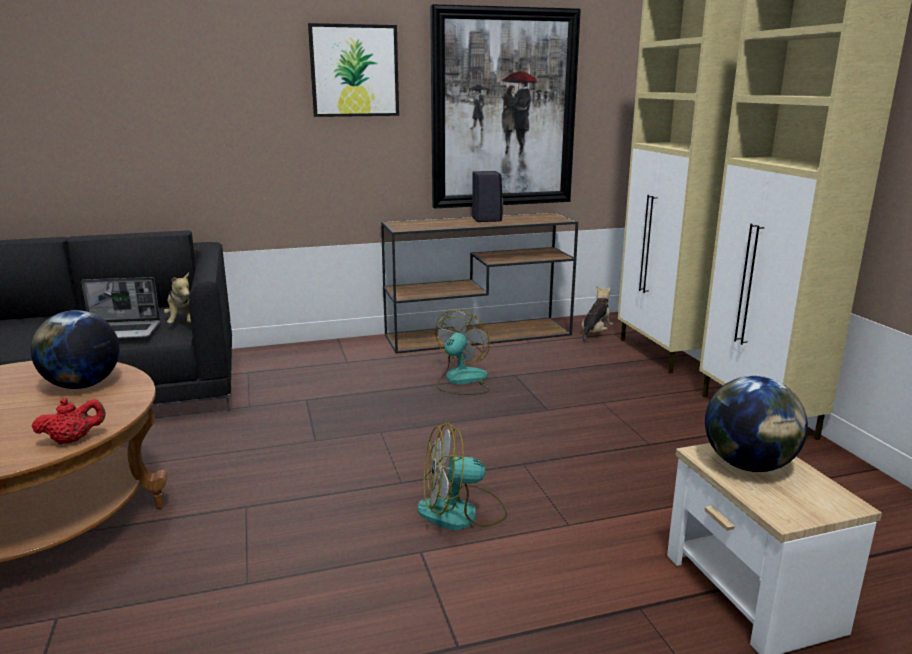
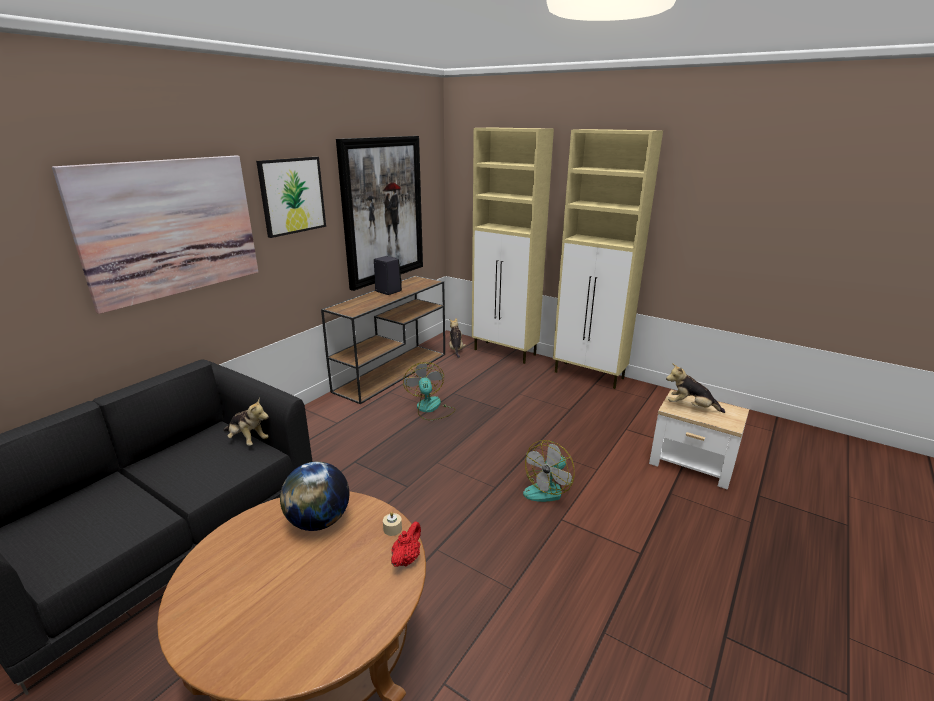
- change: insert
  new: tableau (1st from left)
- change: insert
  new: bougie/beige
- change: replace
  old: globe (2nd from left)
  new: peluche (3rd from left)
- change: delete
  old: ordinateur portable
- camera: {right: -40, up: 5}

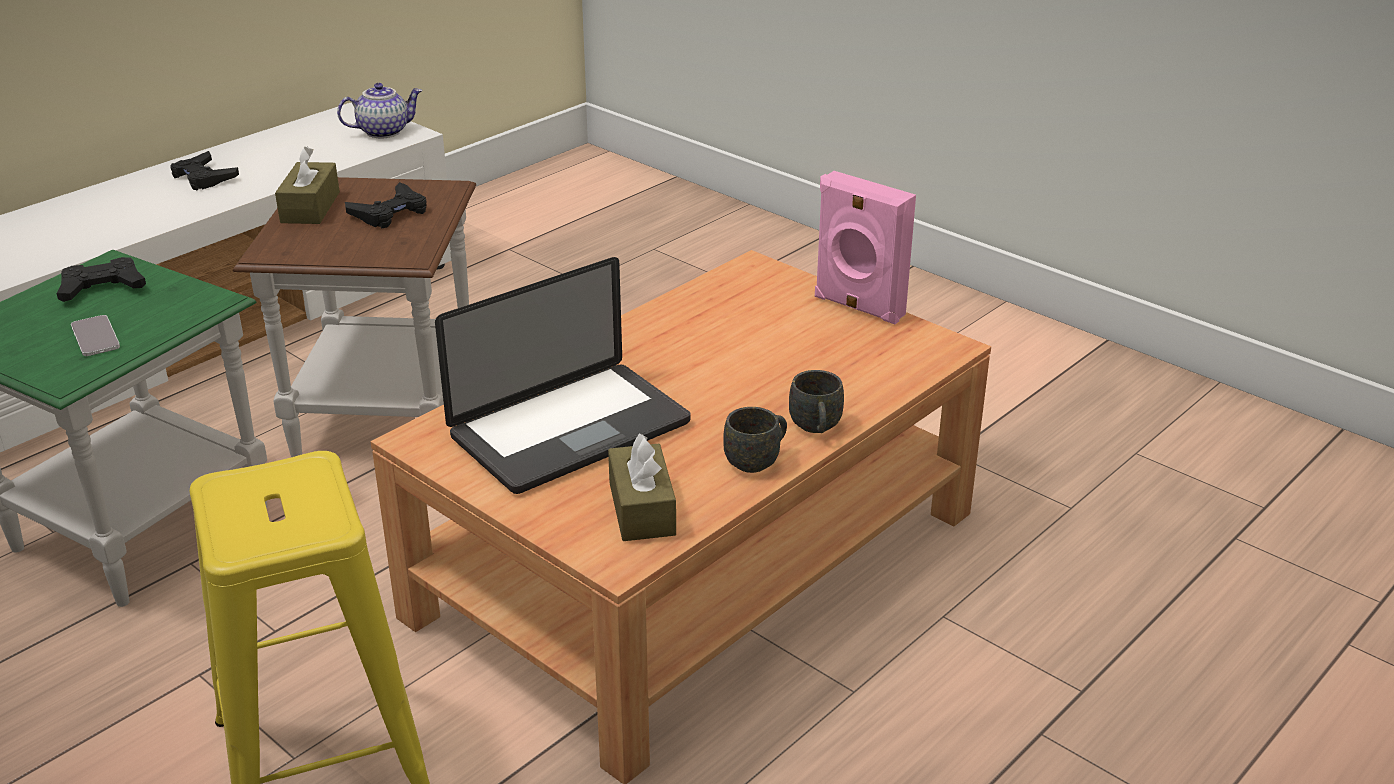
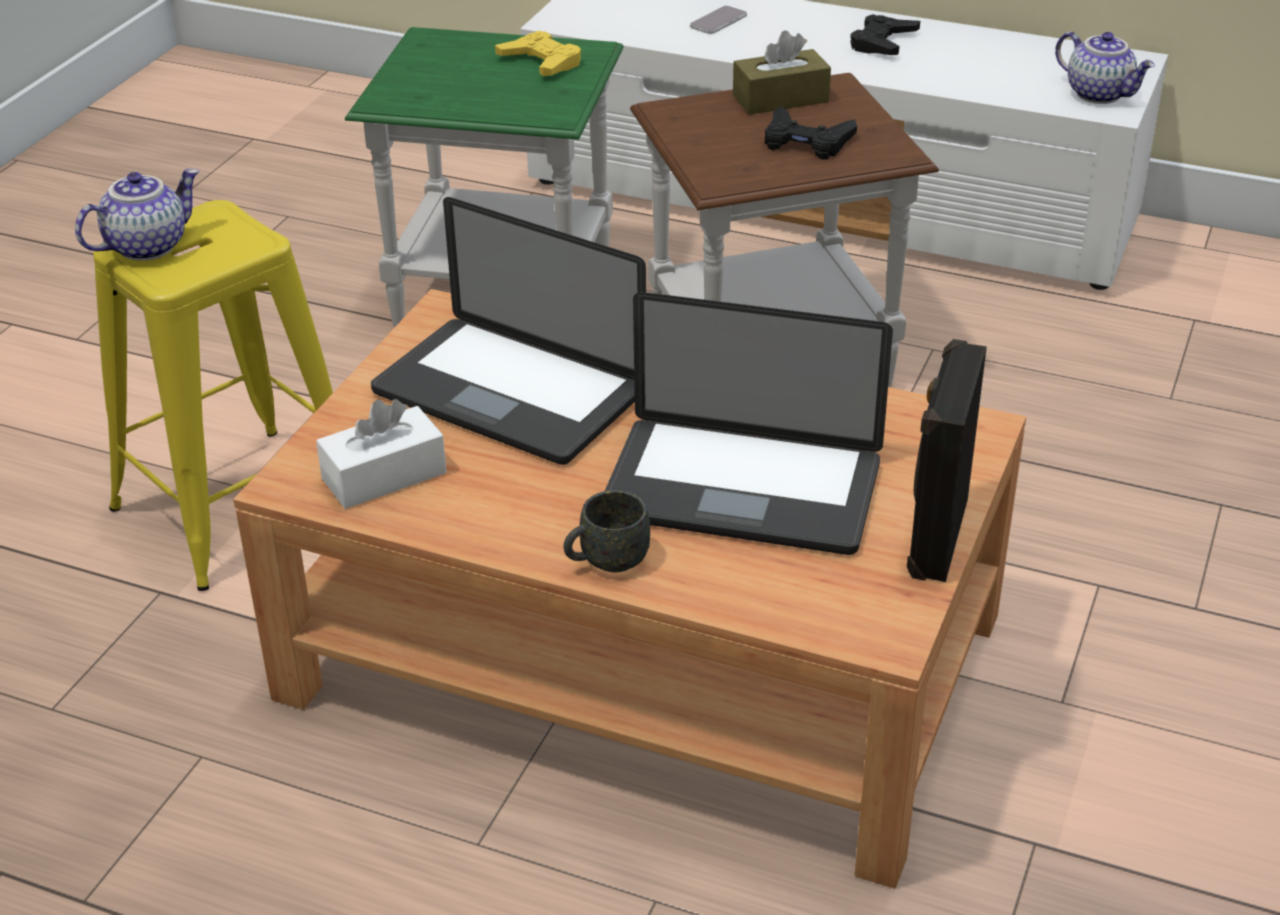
- change: insert
  new: théière (1st from left)
- change: recolor
  old: boîte à mouchoirs/marron (2nd from left)
  new: boîte à mouchoirs/blanc
- change: recolor
  old: manette/noir (1st from left)
  new: manette/jaune
- change: insert
  new: ordinateur portable (2nd from left)
- change: move
  old: téléphone
- change: recolor
  old: enceinte/rose
  new: enceinte/noir
- change: delete
  old: mug/gris (1st from left)
- camera: {right: 70, up: 5}

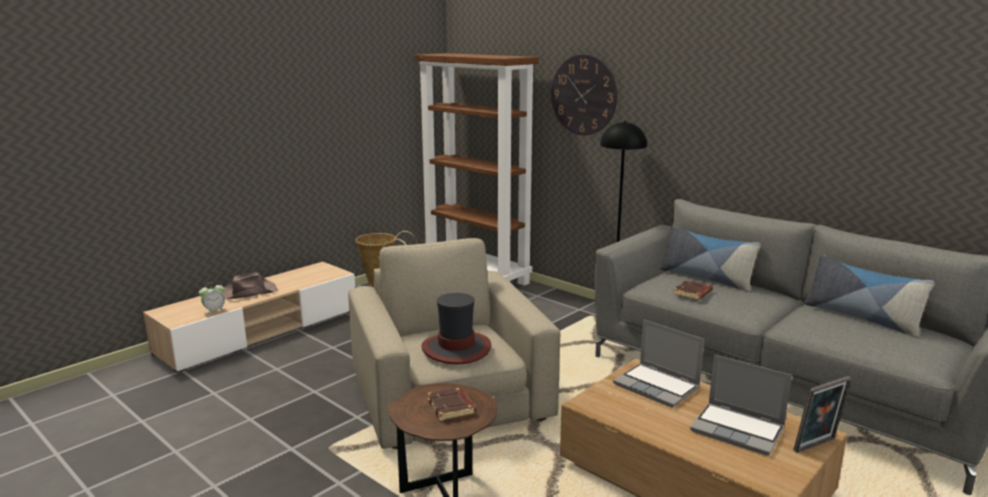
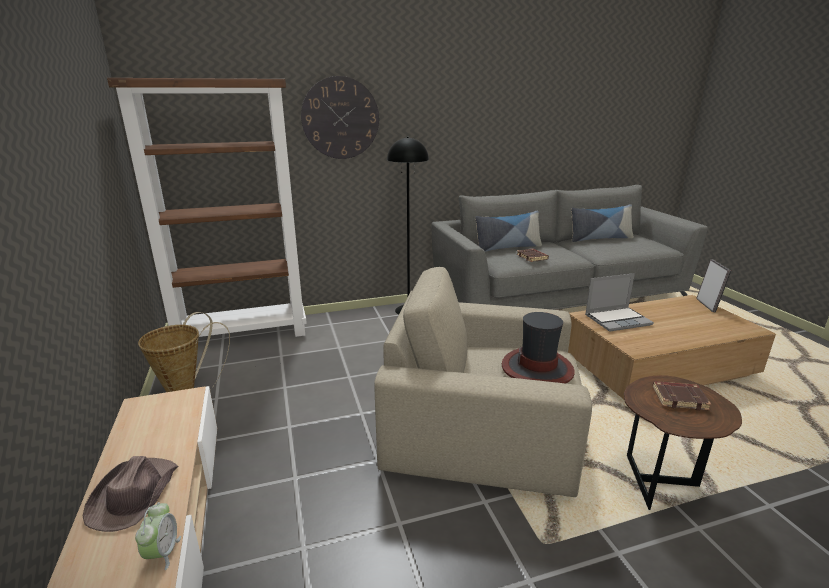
- change: delete
  old: ordinateur portable (2nd from left)
- camera: {right: -60, up: 5}

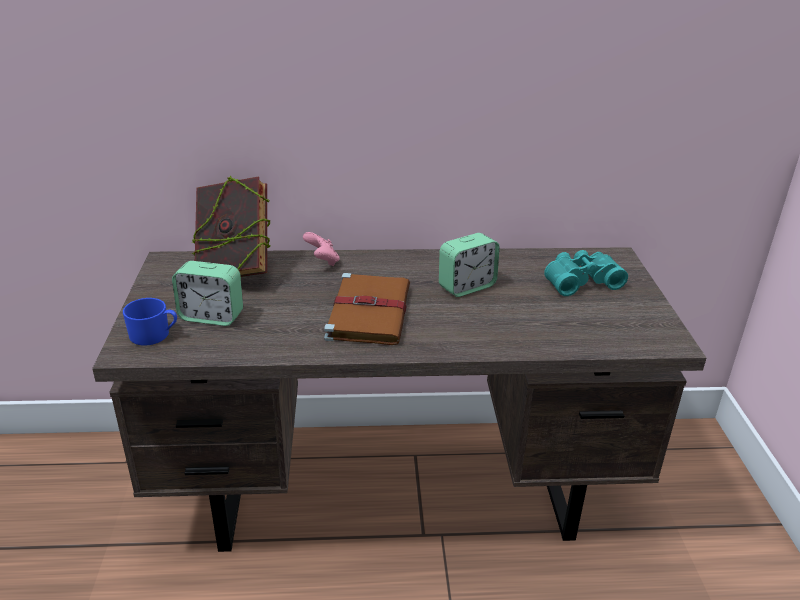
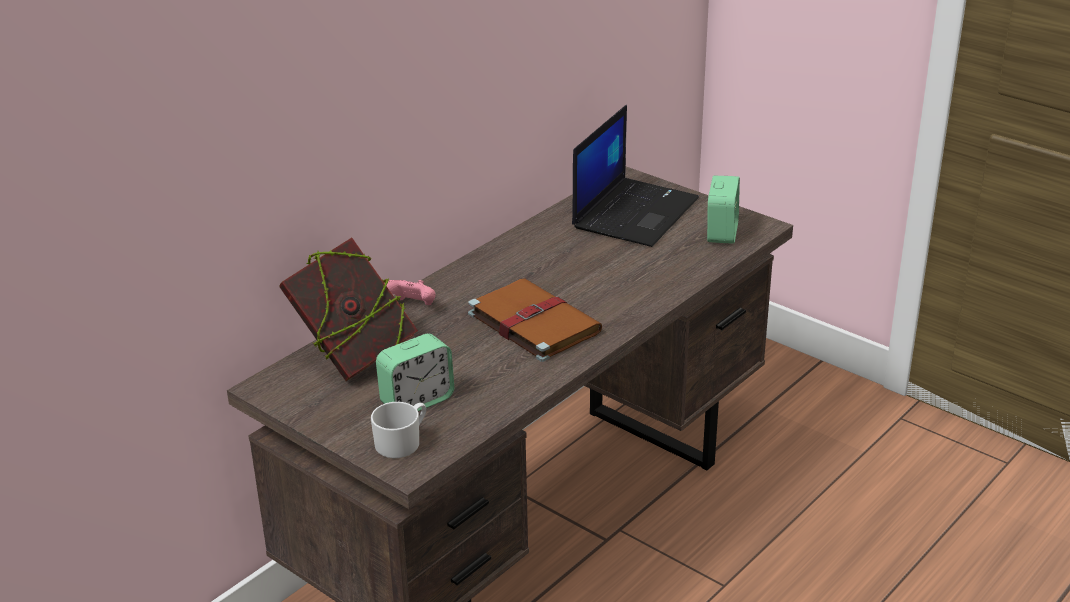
- change: recolor
  old: mug/bleu
  new: mug/blanc
- change: replace
  old: jumelles/turquoise
  new: ordinateur portable
- change: move
  old: réveil (2nd from left)
- camera: {right: -45, up: 0}

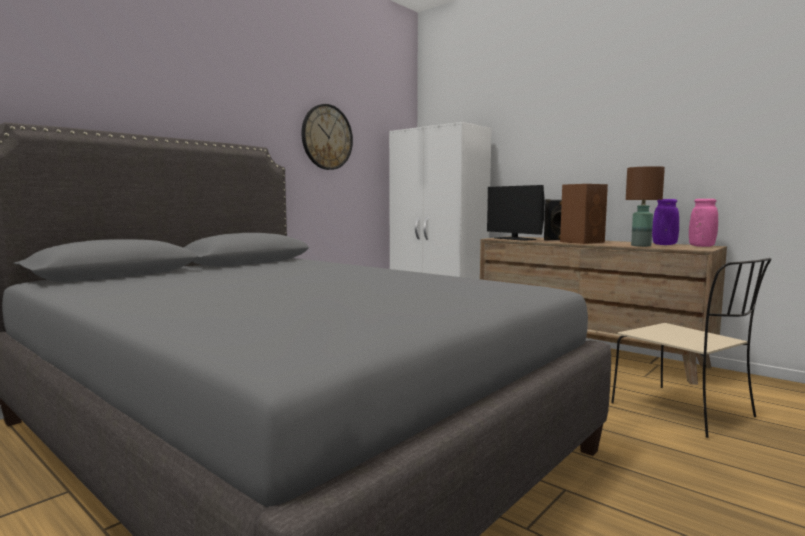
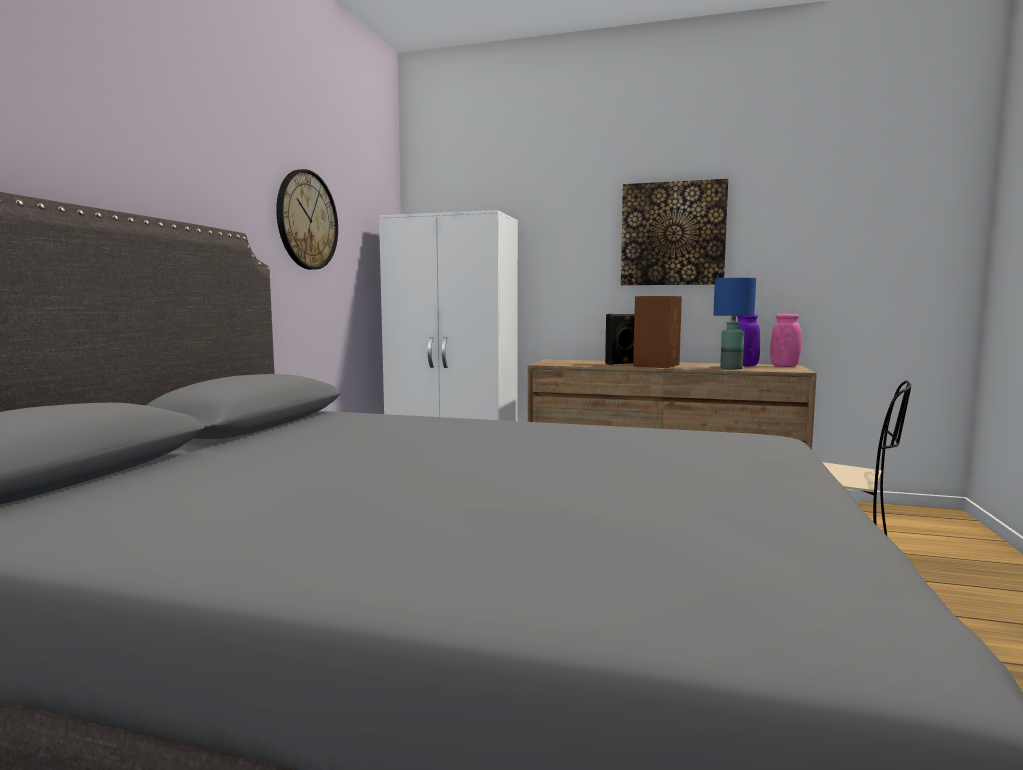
- change: insert
  new: tableau
- change: recolor
  old: lampe de table/marron
  new: lampe de table/bleu
- change: delete
  old: écran d'ordinateur
- camera: {right: -25, up: 0}

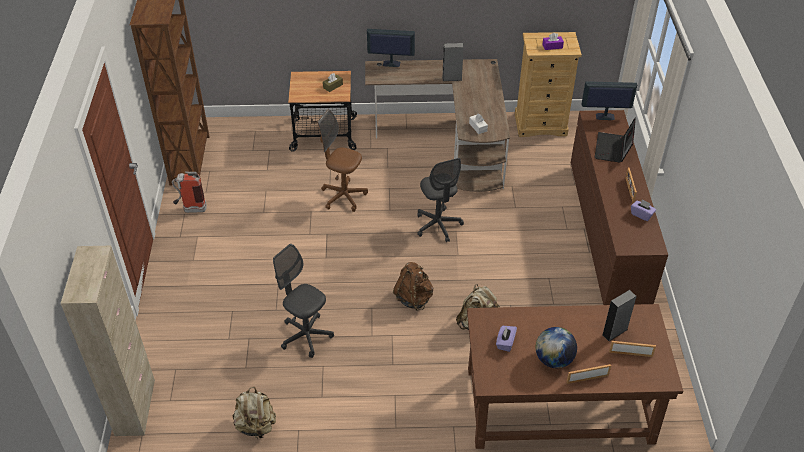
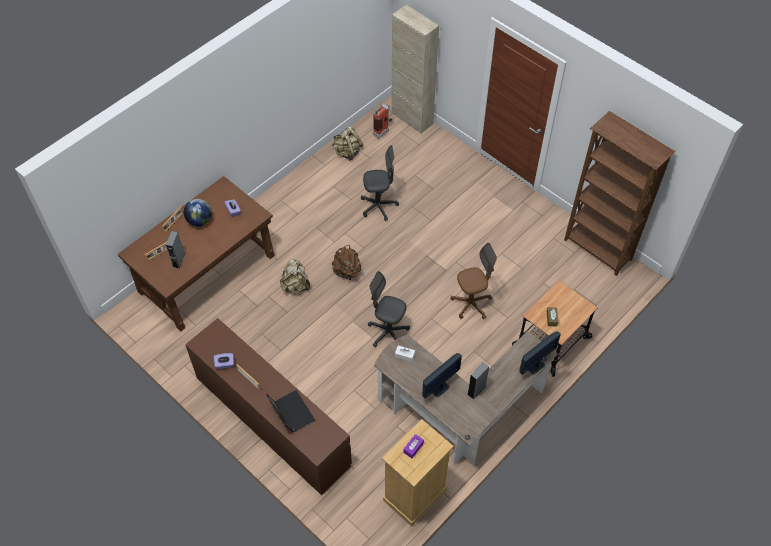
- change: move
  old: extincteur
- change: move
  old: écran d'ordinateur (2nd from left in the first image)
  new: écran d'ordinateur (1st from left)
- camera: {right: 135, up: 10}

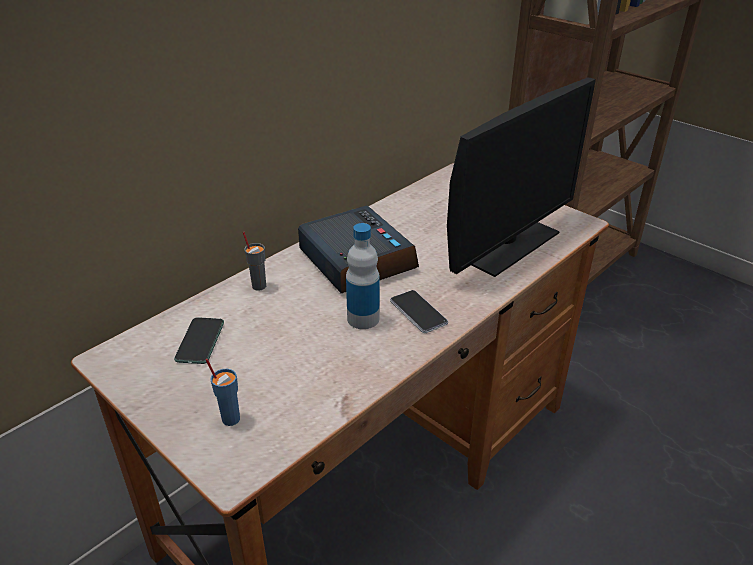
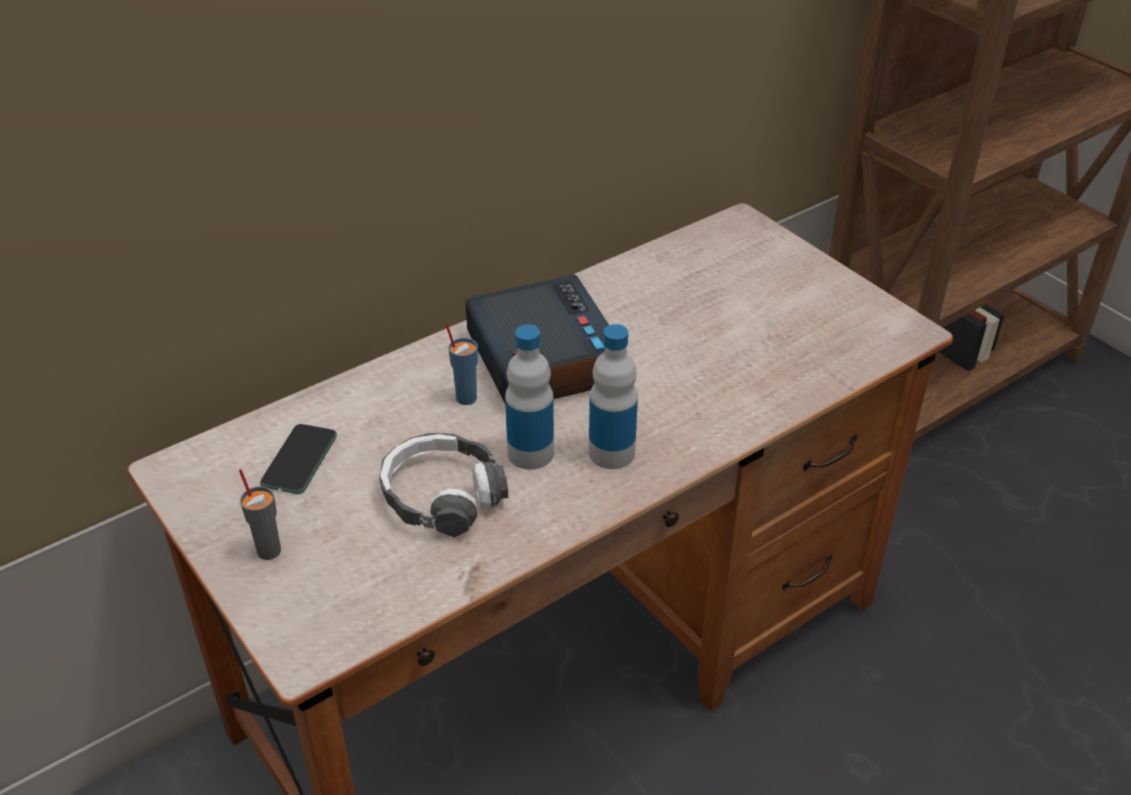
- change: move
  old: tasse/gris
- change: insert
  new: casque audio
- change: move
  old: tasse/bleu
- change: replace
  old: téléphone (2nd from left)
  new: bouteille (2nd from left)
- change: delete
  old: écran d'ordinateur
- camera: {right: 10, up: 5}

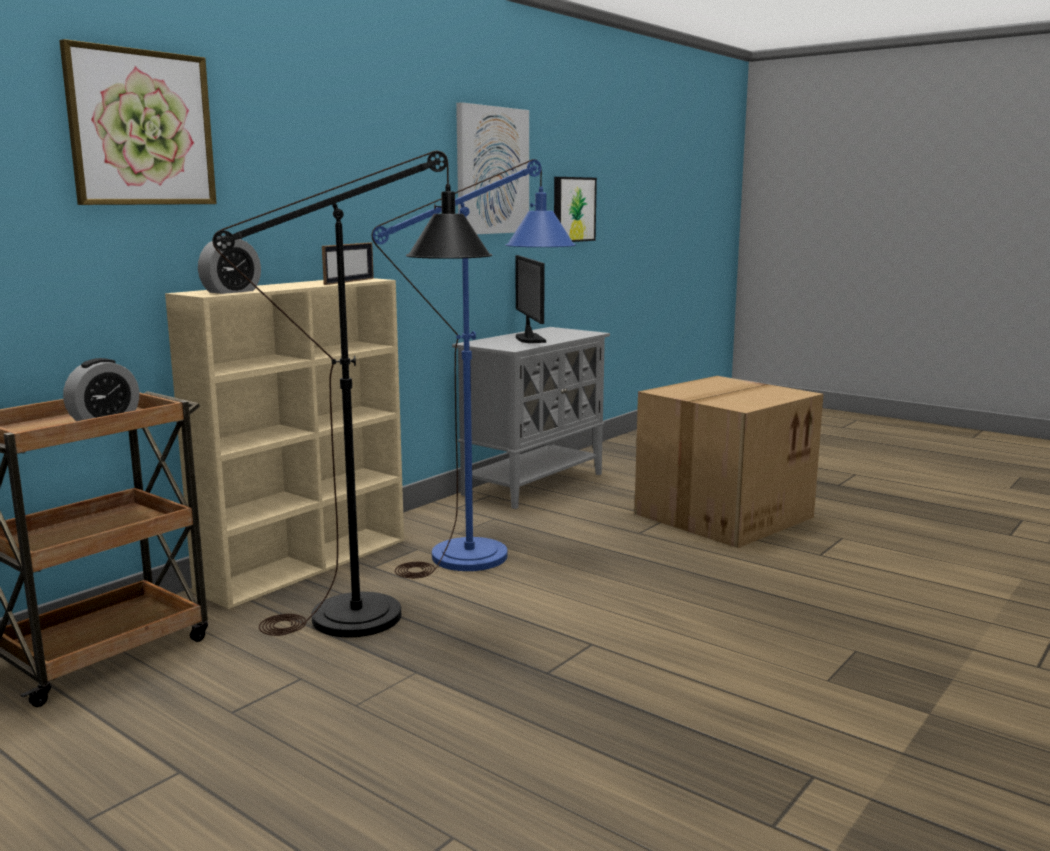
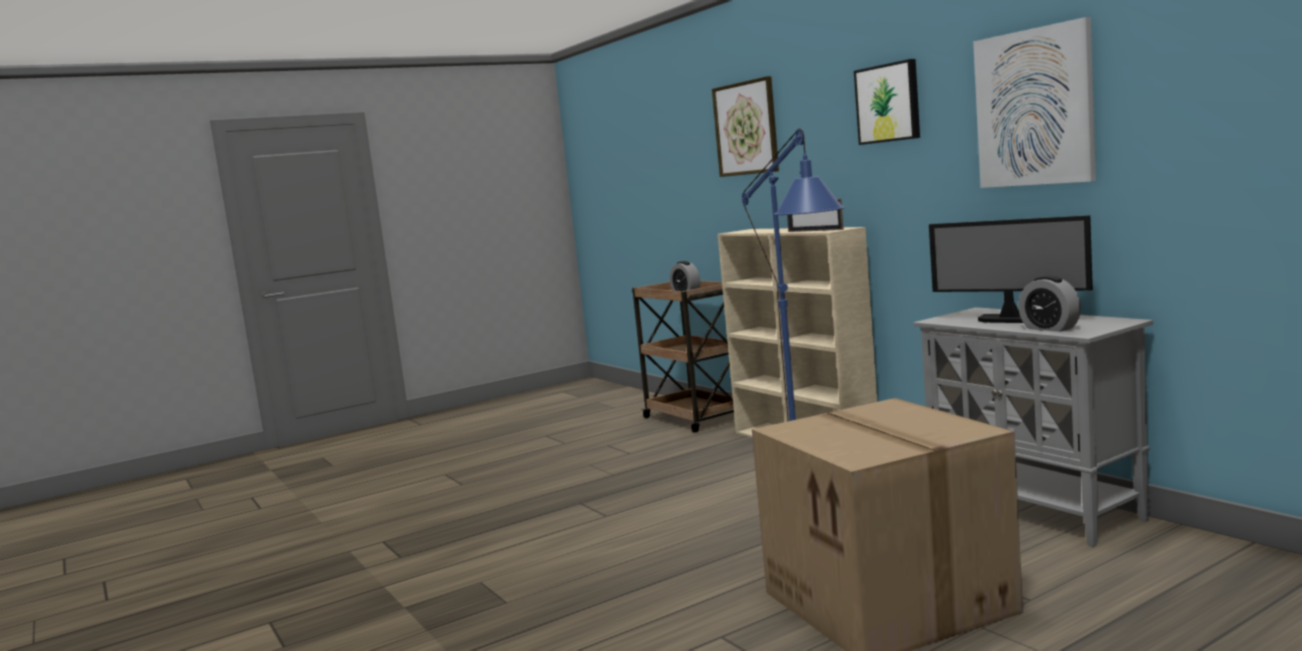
- change: move
  old: tableau (3rd from left in the first image)
  new: tableau (2nd from left)
- change: rotate
  old: écran d'ordinateur
  degrees: -150
- change: move
  old: réveil (2nd from left)
- change: delete
  old: lampadaire/noir
- camera: {right: 110, up: -5}

